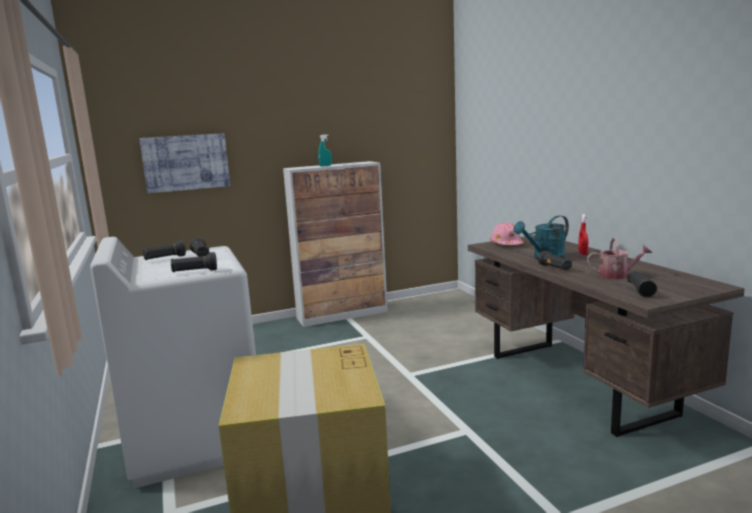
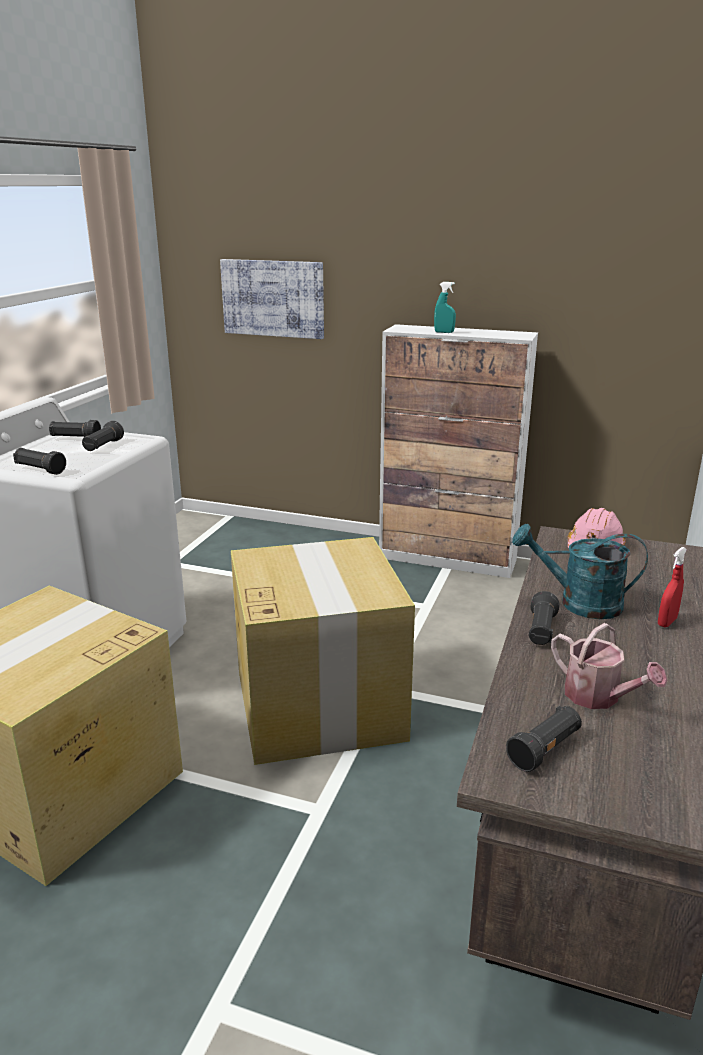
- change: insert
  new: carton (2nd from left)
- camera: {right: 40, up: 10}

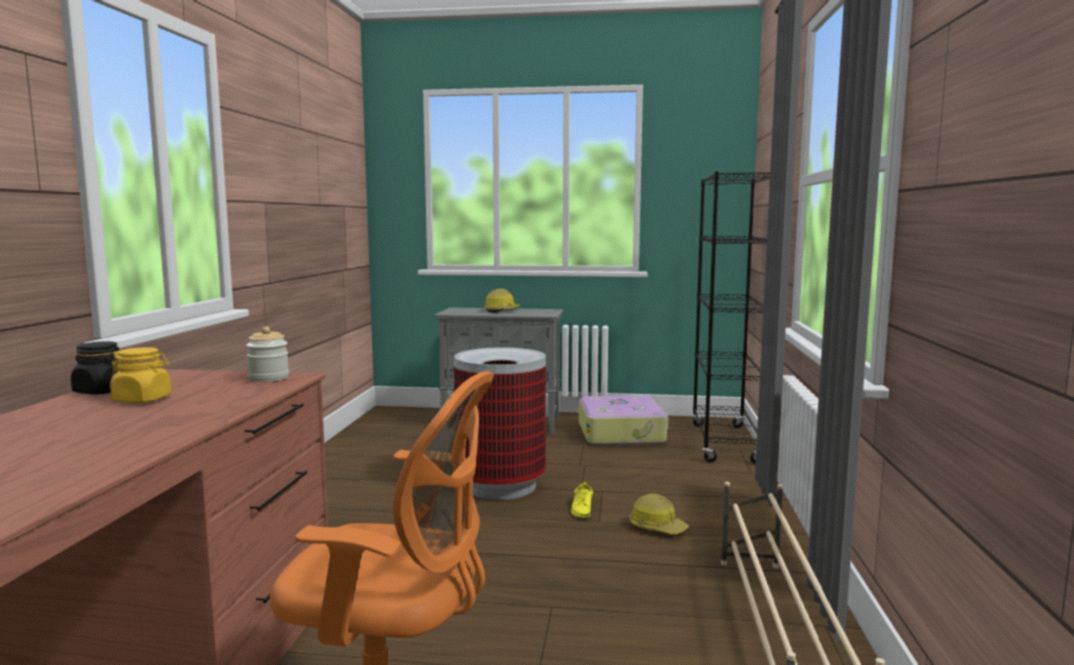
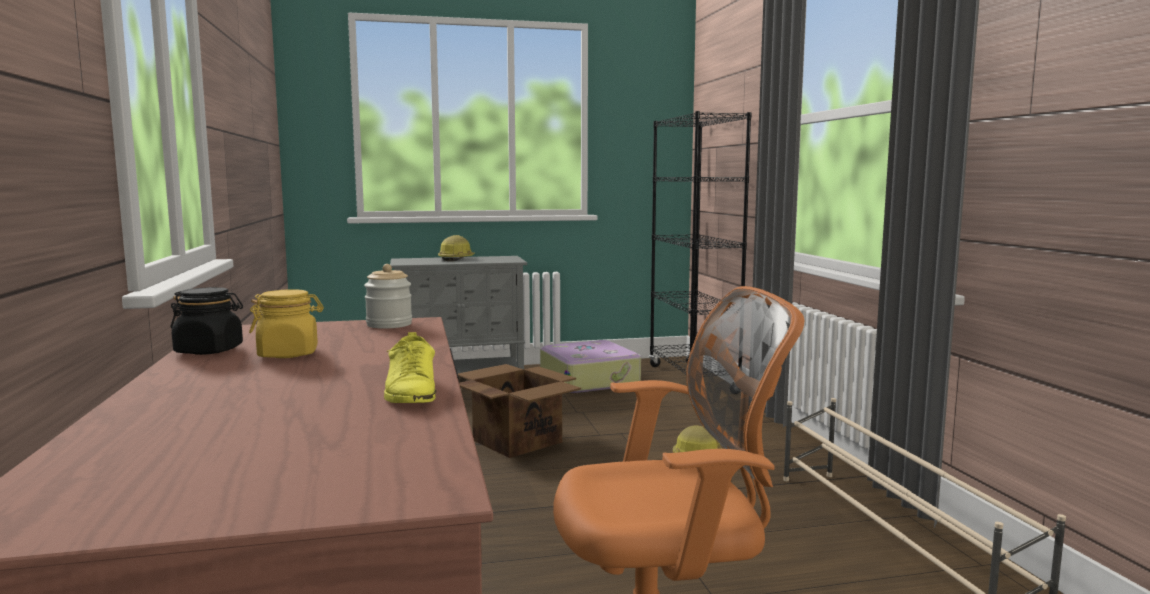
- change: move
  old: chaussure/jaune
- change: replace
  old: poubelle
  new: carton
- camera: {right: -20, up: 0}

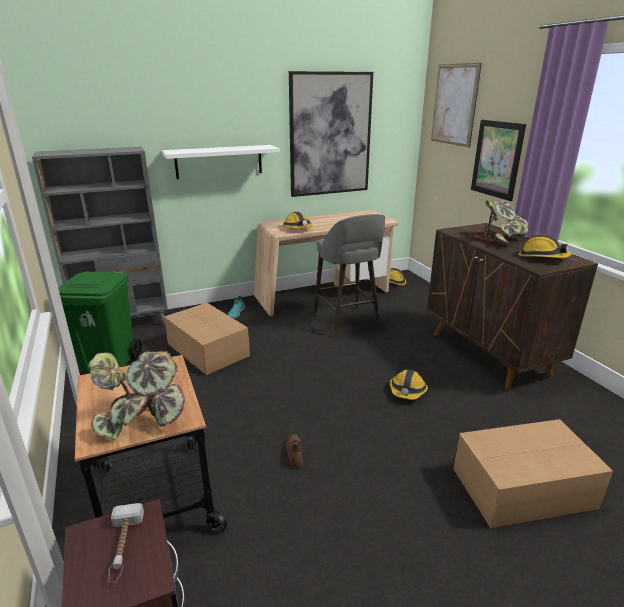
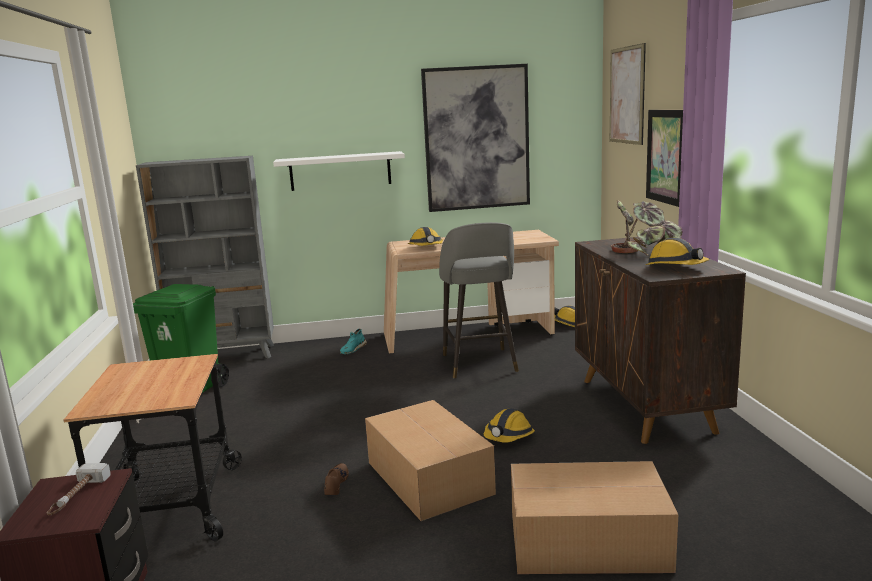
- change: move
  old: carton (1st from left)
- change: delete
  old: plante en pot (1st from left)
- camera: {right: 15, up: -10}

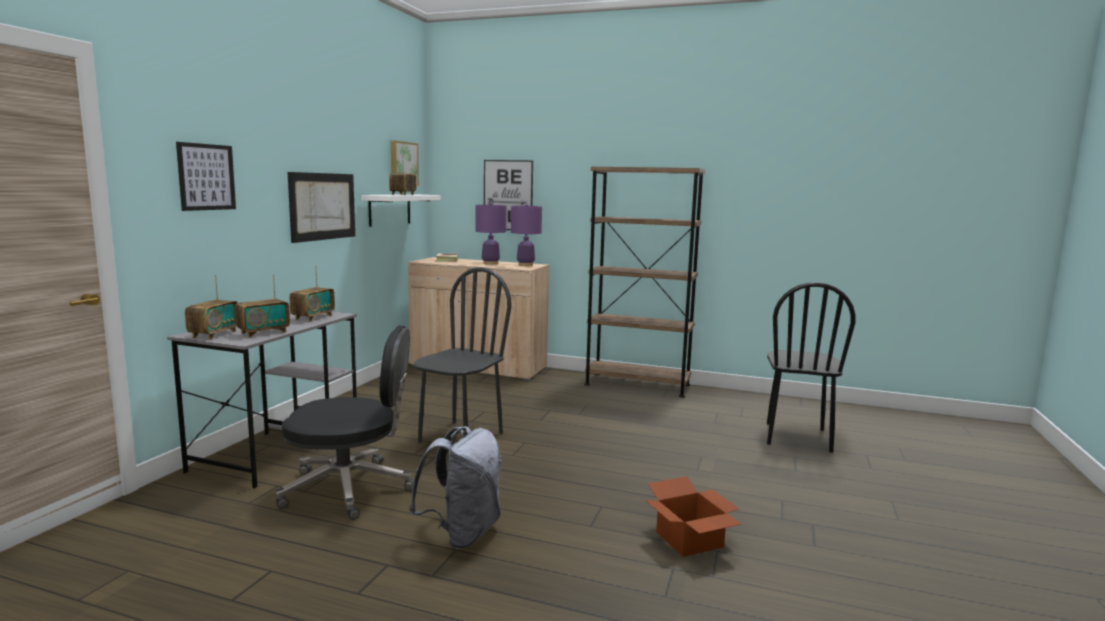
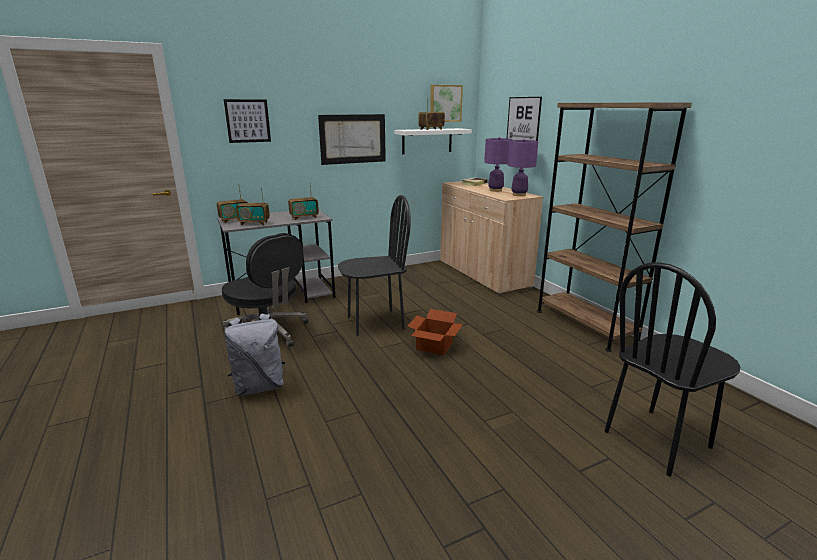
- change: move
  old: carton
- camera: {right: 45, up: 10}

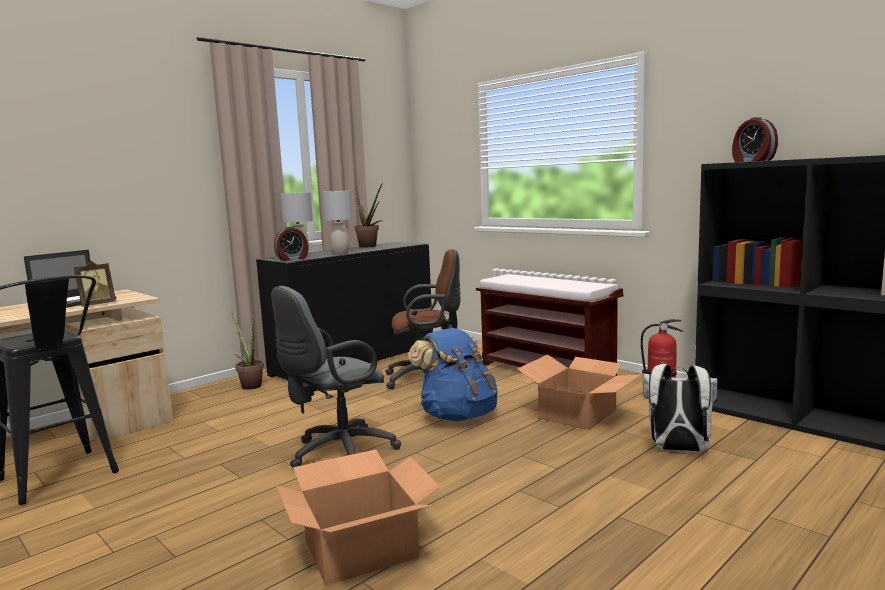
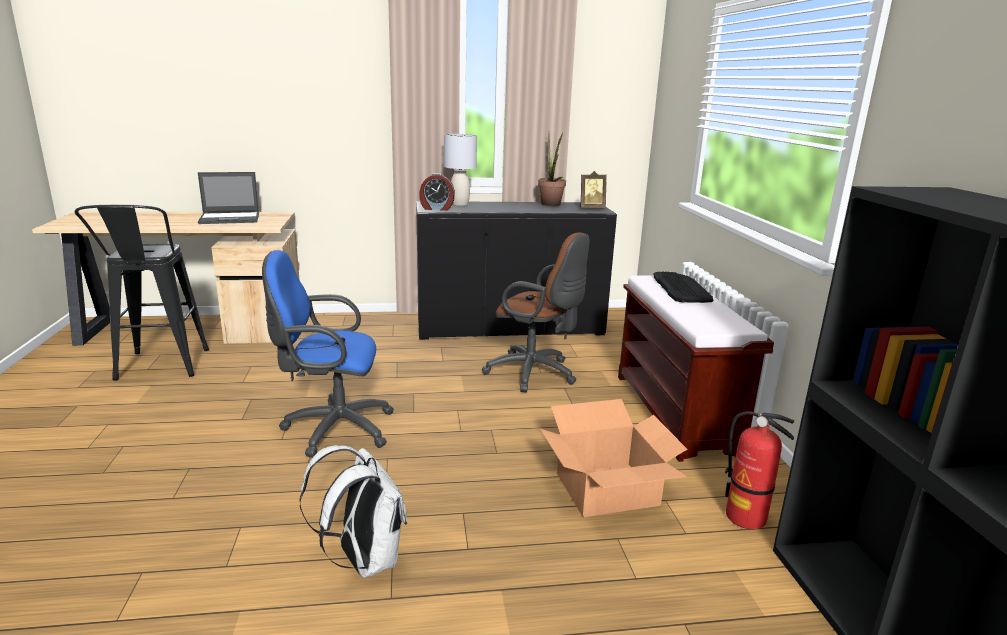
- change: recolor
  old: chaise de bureau/gris
  new: chaise de bureau/bleu
- change: move
  old: sac à dos/blanc
- change: move
  old: cadre photo
- change: insert
  new: clavier
- change: delete
  old: plante en pot (1st from left)
- change: delete
  old: carton (1st from left)
- change: delete
  old: lampe de table/gris (2nd from left)
- change: delete
  old: sac à dos/bleu
- change: delete
  old: réveil (2nd from left)
- camera: {right: 35, up: 10}

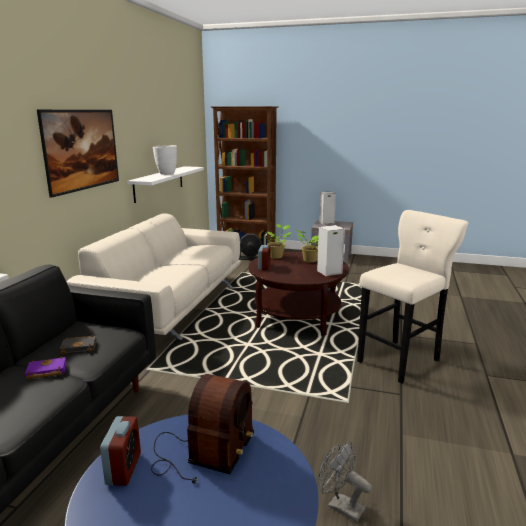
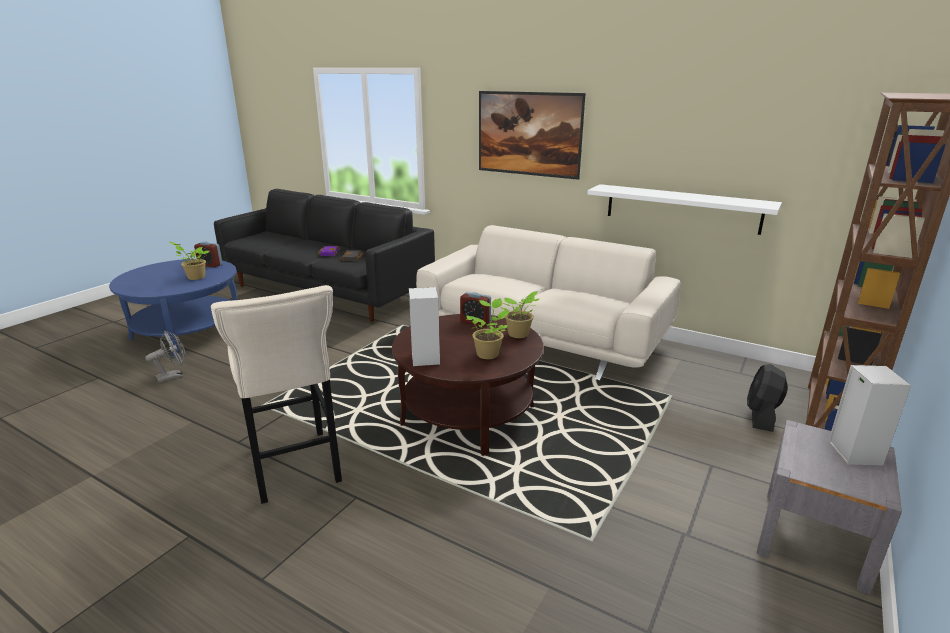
- change: replace
  old: radio
  new: plante en pot (1st from left)
- change: delete
  old: vase/blanc
- camera: {right: 105, up: 5}

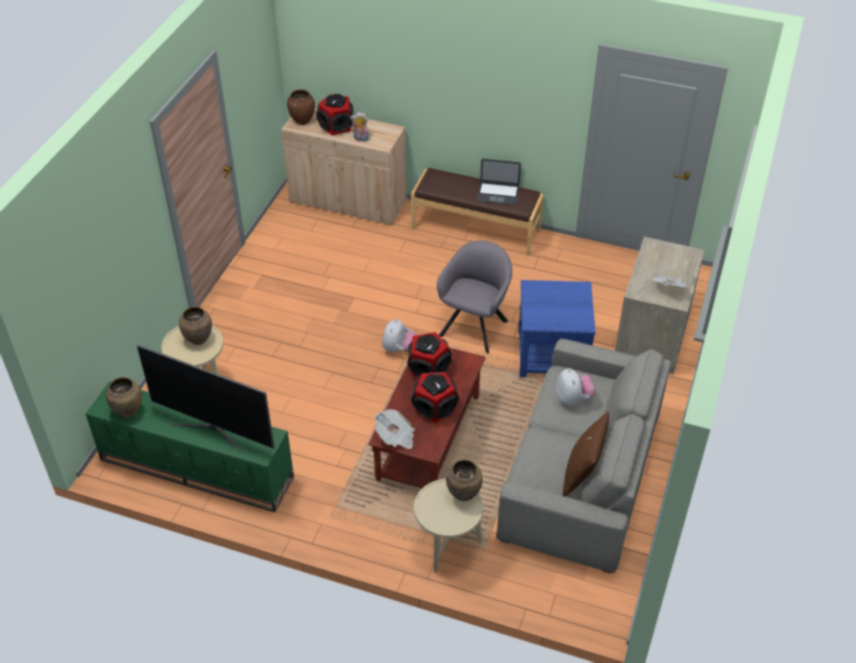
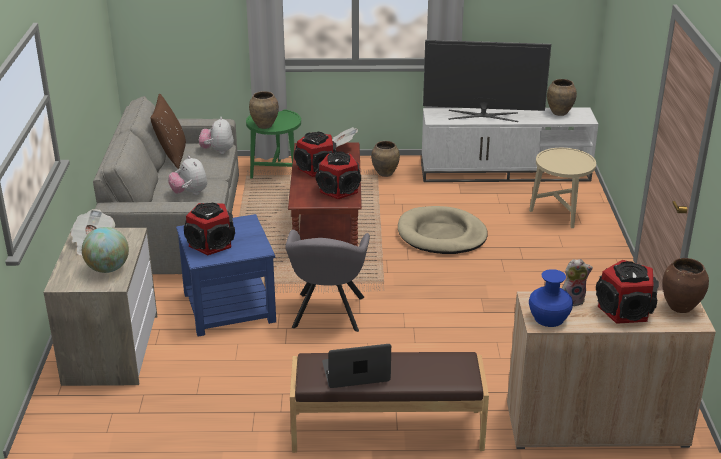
- change: insert
  new: globe
- change: insert
  new: enceinte (1st from left)
- change: move
  old: peluche (2nd from left)
- change: recolor
  old: table d'appoint/beige (2nd from left)
  new: table d'appoint/vert
- change: move
  old: vase/marron (2nd from left)
- change: insert
  new: panier pour chien/beige
- change: recolor
  old: meuble télé/vert
  new: meuble télé/blanc
- change: insert
  new: vase/bleu
- camera: {right: 160, up: -15}

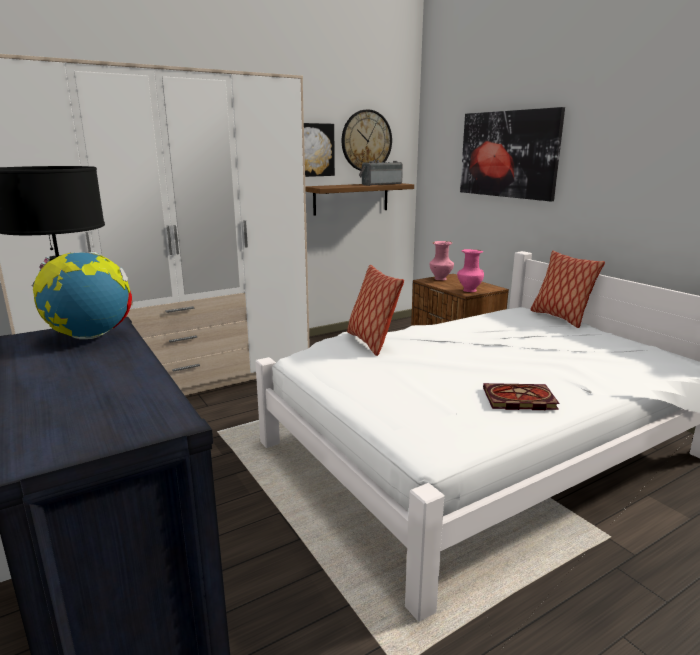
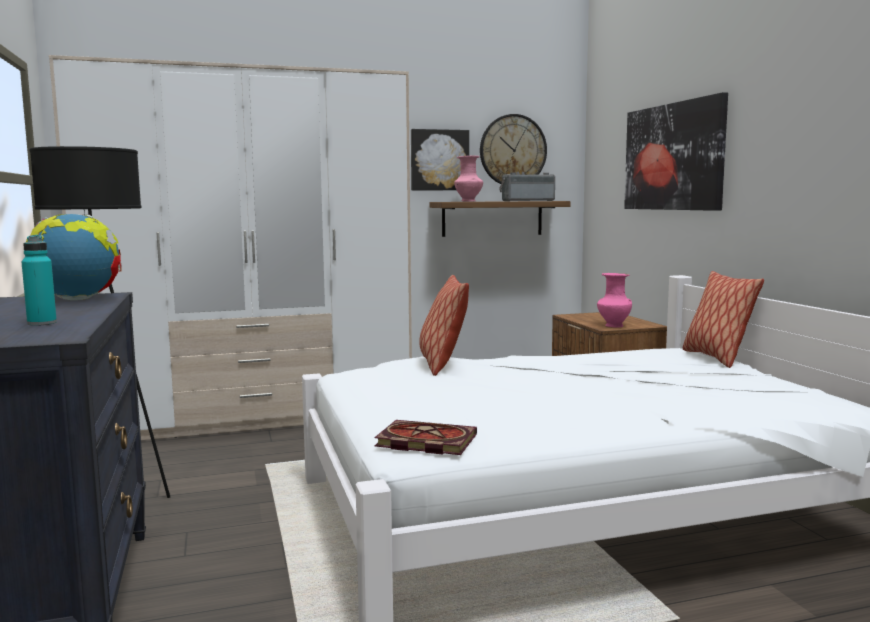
- change: insert
  new: bouteille/turquoise
- change: move
  old: livre
- change: move
  old: vase/rose (1st from left)
- camera: {right: 15, up: -10}

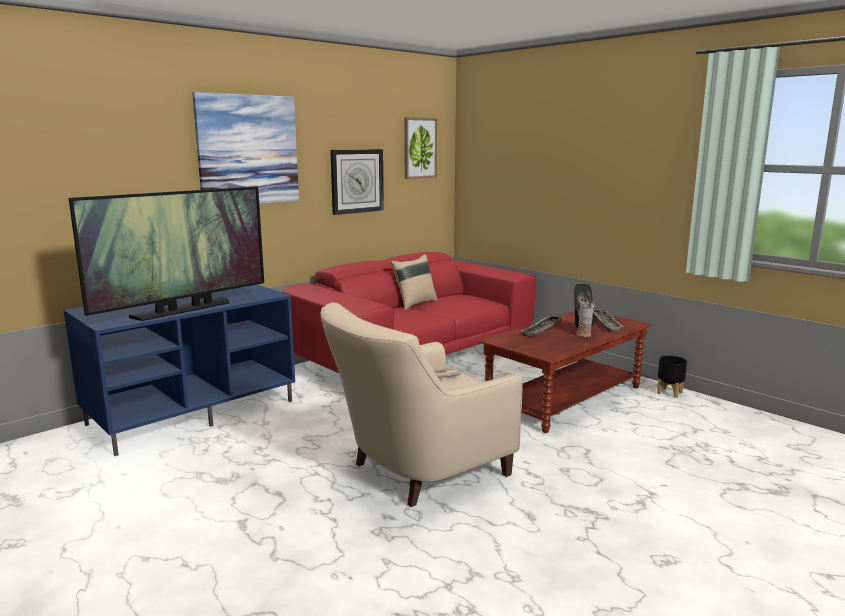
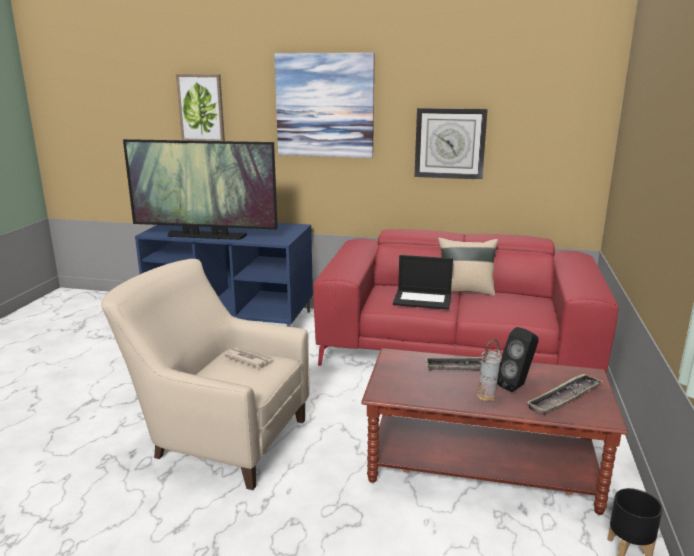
- change: move
  old: tableau (2nd from left in the first image)
  new: tableau (1st from left)
- change: insert
  new: ordinateur portable
- camera: {right: 55, up: 5}

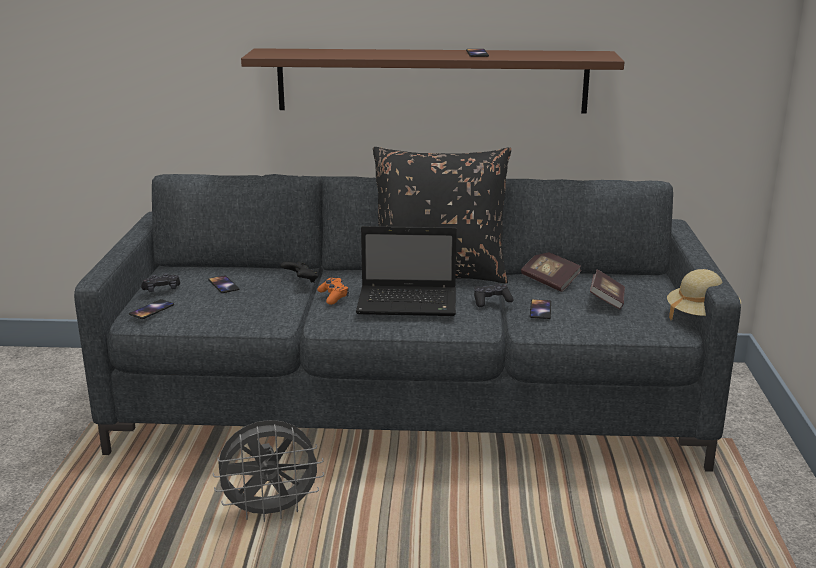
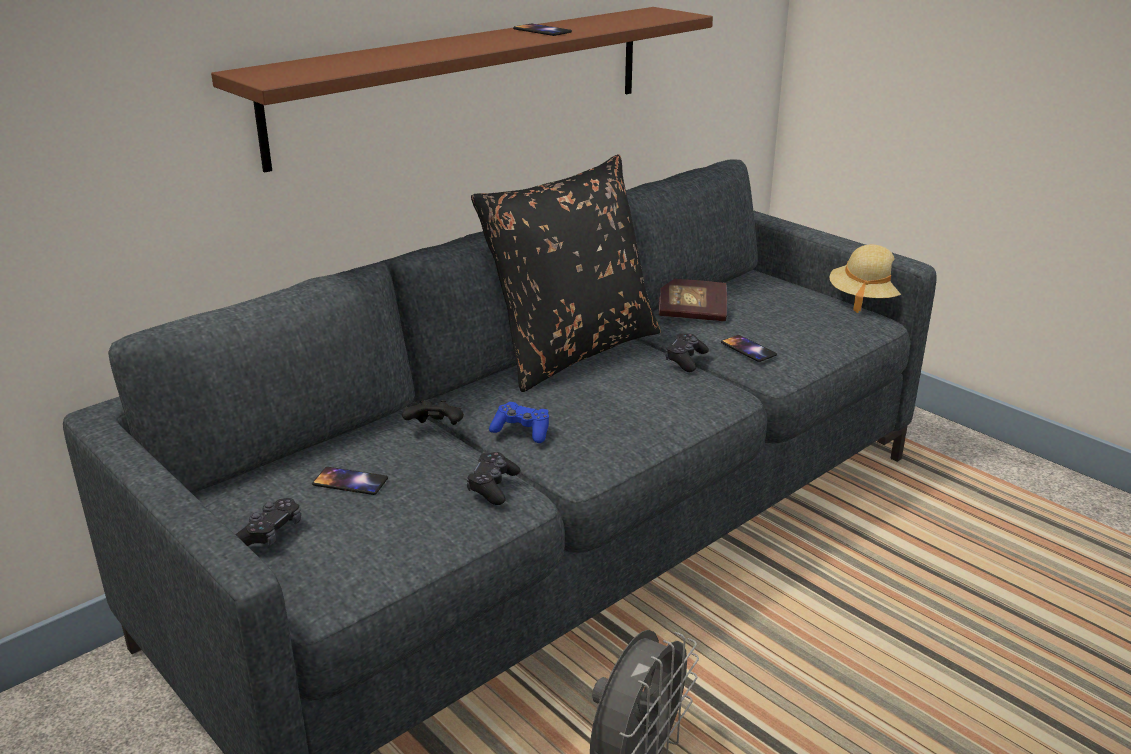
- change: insert
  new: manette/noir (3rd from left)
- change: recolor
  old: manette/orange
  new: manette/bleu
- change: delete
  old: téléphone (1st from left)
- change: delete
  old: ordinateur portable
- change: delete
  old: livre (2nd from left)
- camera: {right: -45, up: 5}

